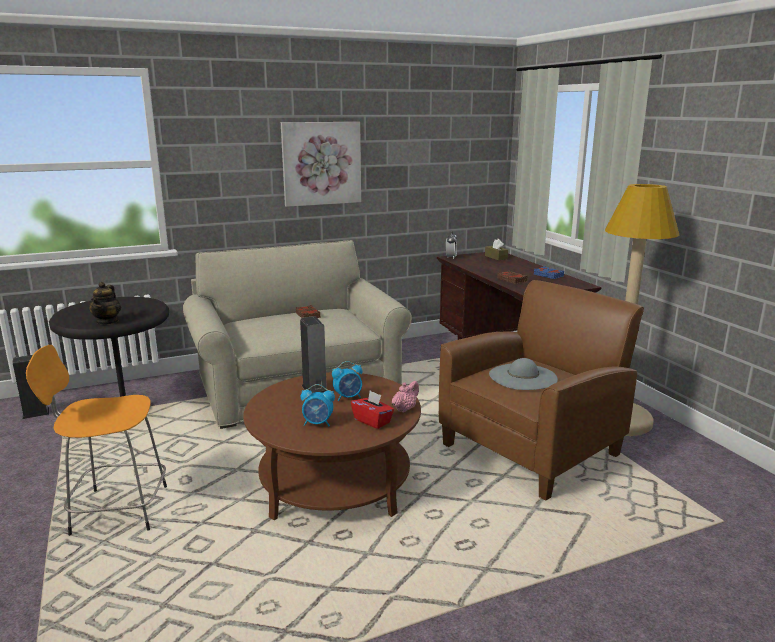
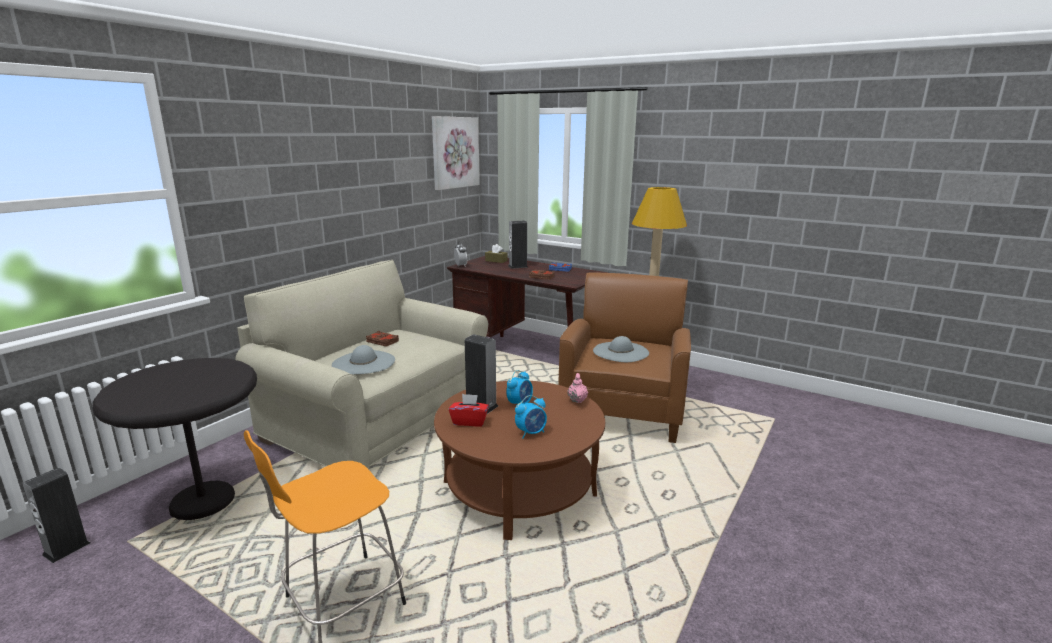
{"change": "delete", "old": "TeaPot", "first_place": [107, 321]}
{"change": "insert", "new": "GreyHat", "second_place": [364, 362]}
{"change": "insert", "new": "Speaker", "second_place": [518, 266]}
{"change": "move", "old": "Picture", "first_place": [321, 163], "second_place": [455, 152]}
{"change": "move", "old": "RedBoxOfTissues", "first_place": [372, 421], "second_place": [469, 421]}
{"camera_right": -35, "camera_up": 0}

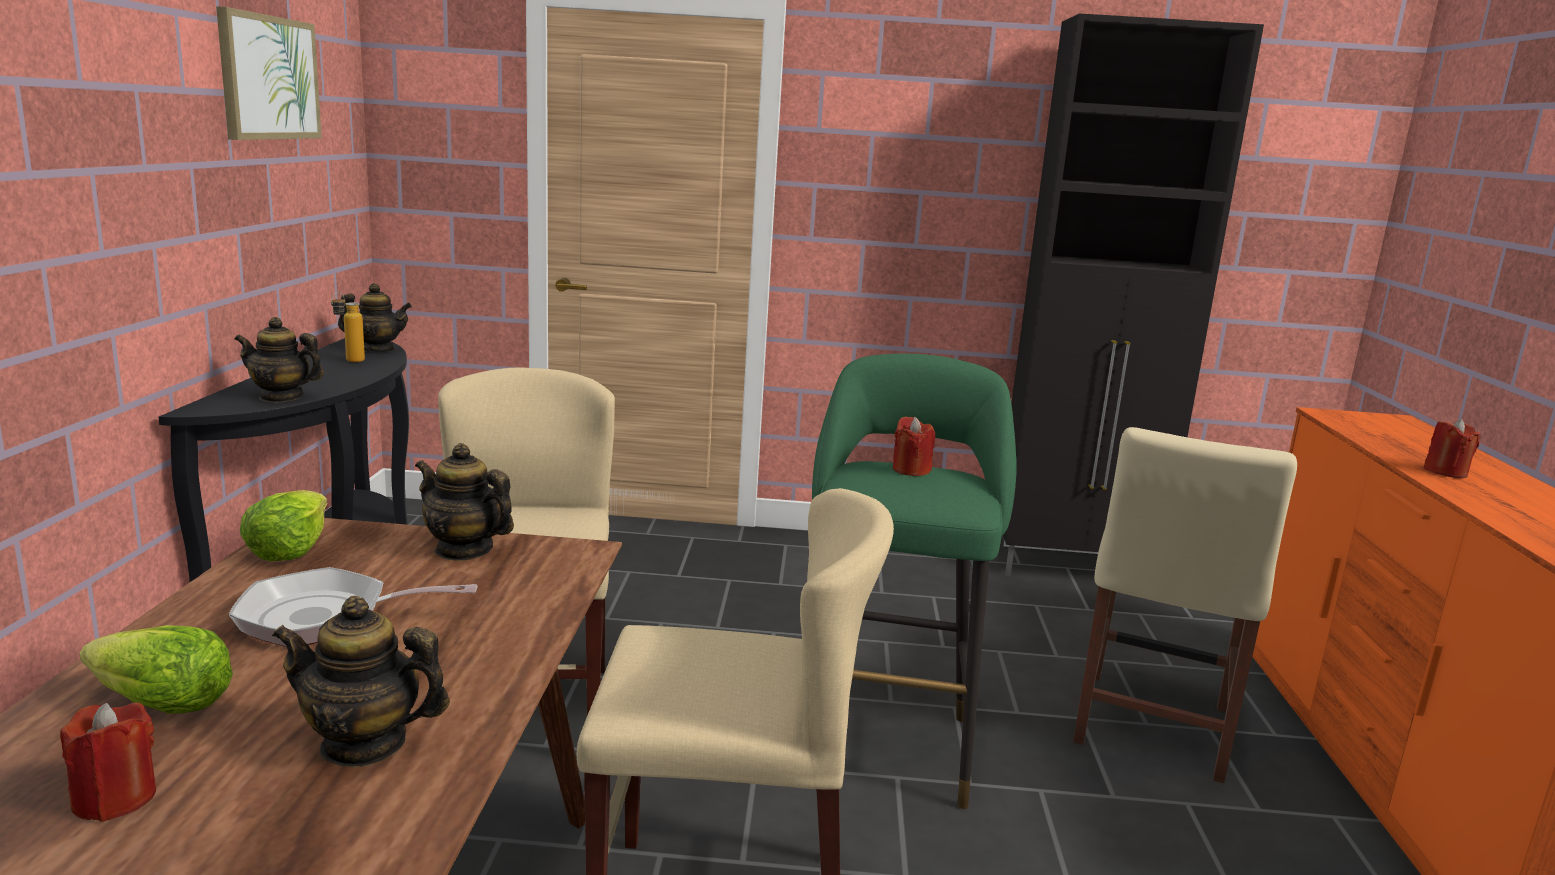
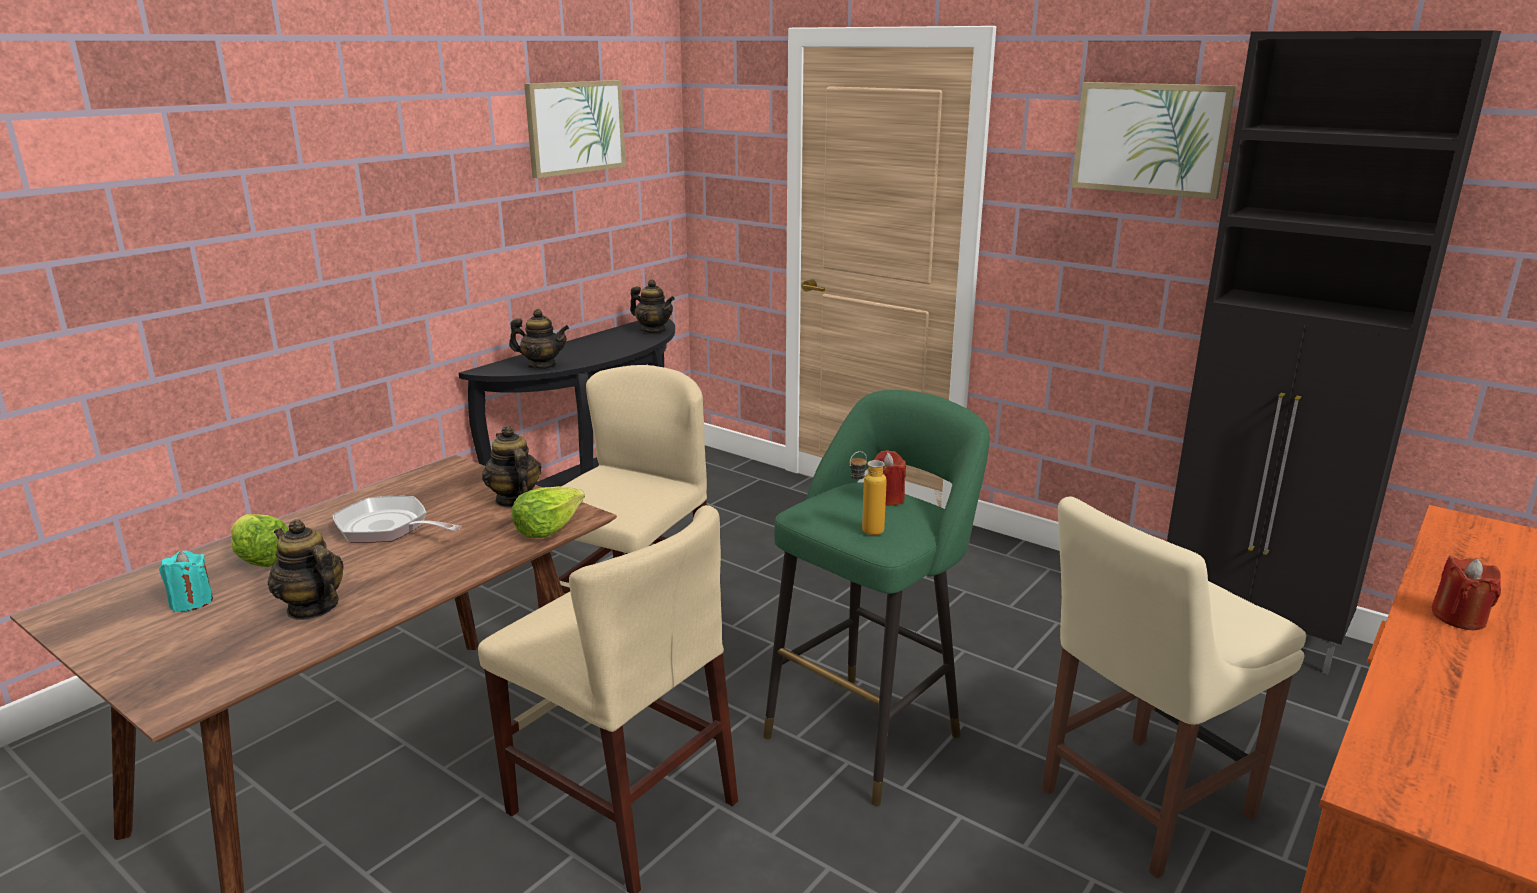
{"change": "insert", "new": "Picture", "second_place": [1150, 138]}
{"change": "move", "old": "Lettuce", "first_place": [289, 549], "second_place": [548, 528]}
{"change": "move", "old": "DrinkBottle", "first_place": [349, 361], "second_place": [865, 533]}
{"change": "recolor", "old": "RedWaxLight", "new": "BlueGreenWaxLight", "first_place": [115, 798], "second_place": [191, 602]}
{"change": "rotate", "old": "TeaPot", "first_place": [281, 397], "second_place": [542, 366], "degrees": 150}
{"camera_right": 35, "camera_up": 5}

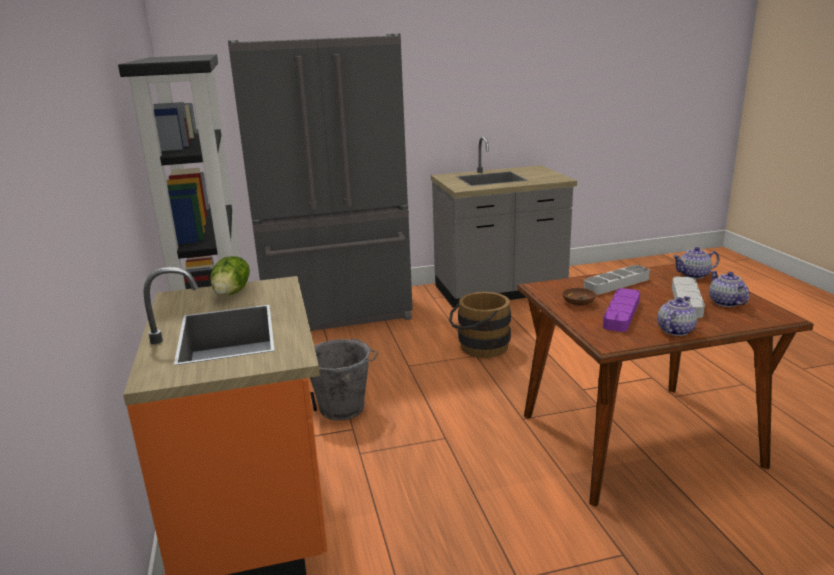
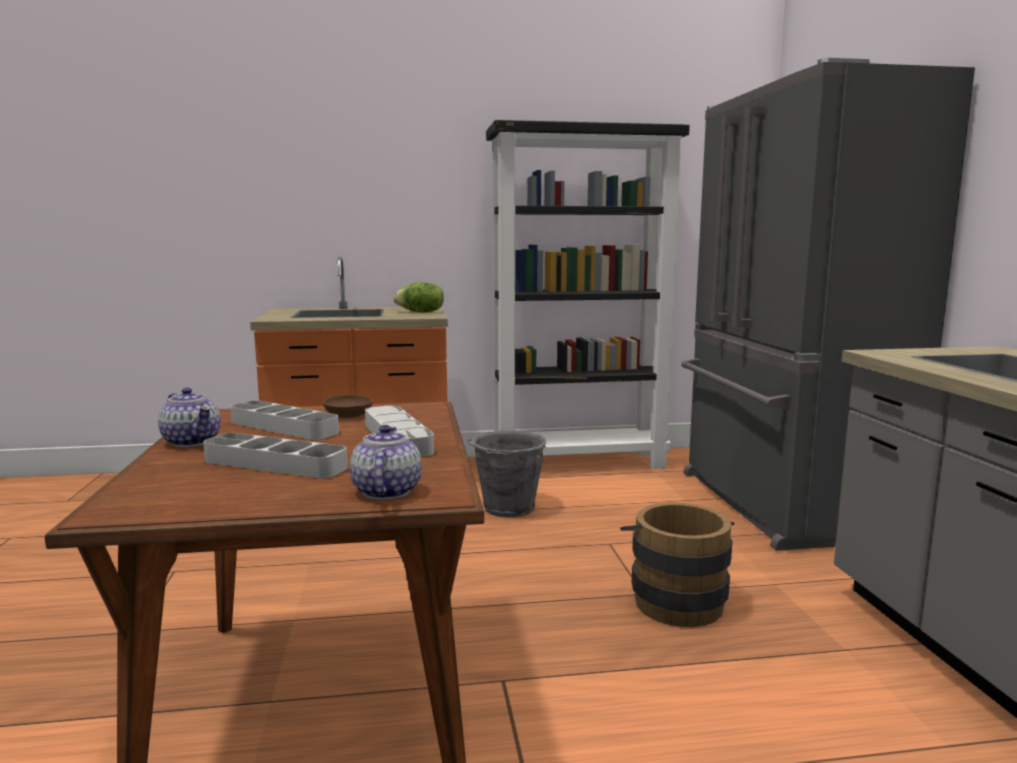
{"change": "delete", "old": "TeaPot", "first_place": [725, 303]}
{"change": "recolor", "old": "PurplishCarryingTray", "new": "GreyCarryingTray", "first_place": [621, 314], "second_place": [283, 427]}
{"camera_right": 95, "camera_up": -10}

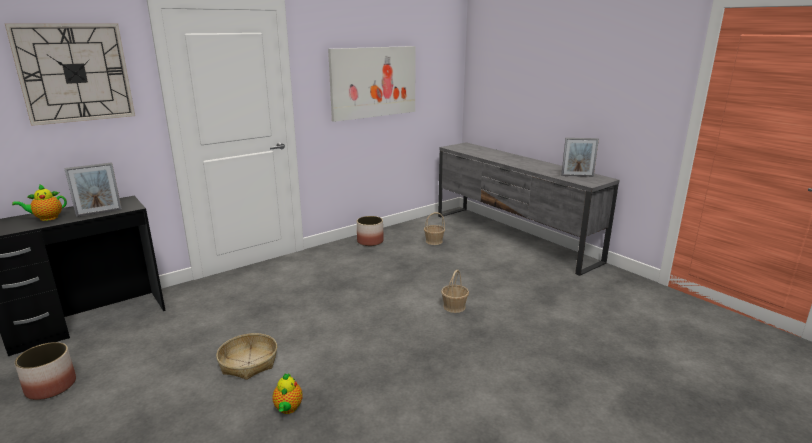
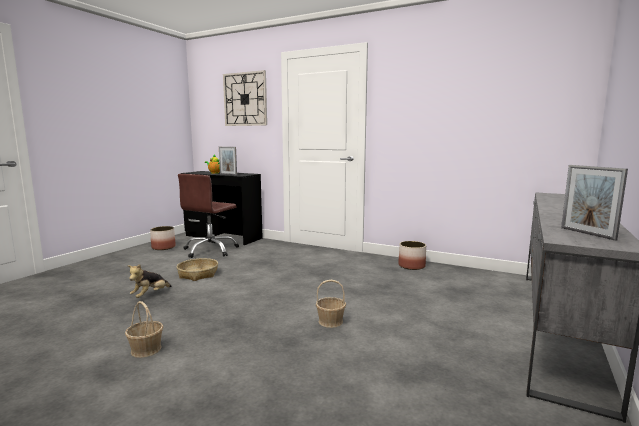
{"change": "delete", "old": "Picture", "first_place": [373, 82]}
{"change": "insert", "new": "BrownDeskChair", "second_place": [210, 250]}
{"change": "move", "old": "StorageBasket", "first_place": [434, 241], "second_place": [146, 349]}
{"change": "replace", "old": "TeaPot", "new": "PlushToy", "first_place": [288, 409], "second_place": [150, 295]}
{"camera_right": 65, "camera_up": -10}

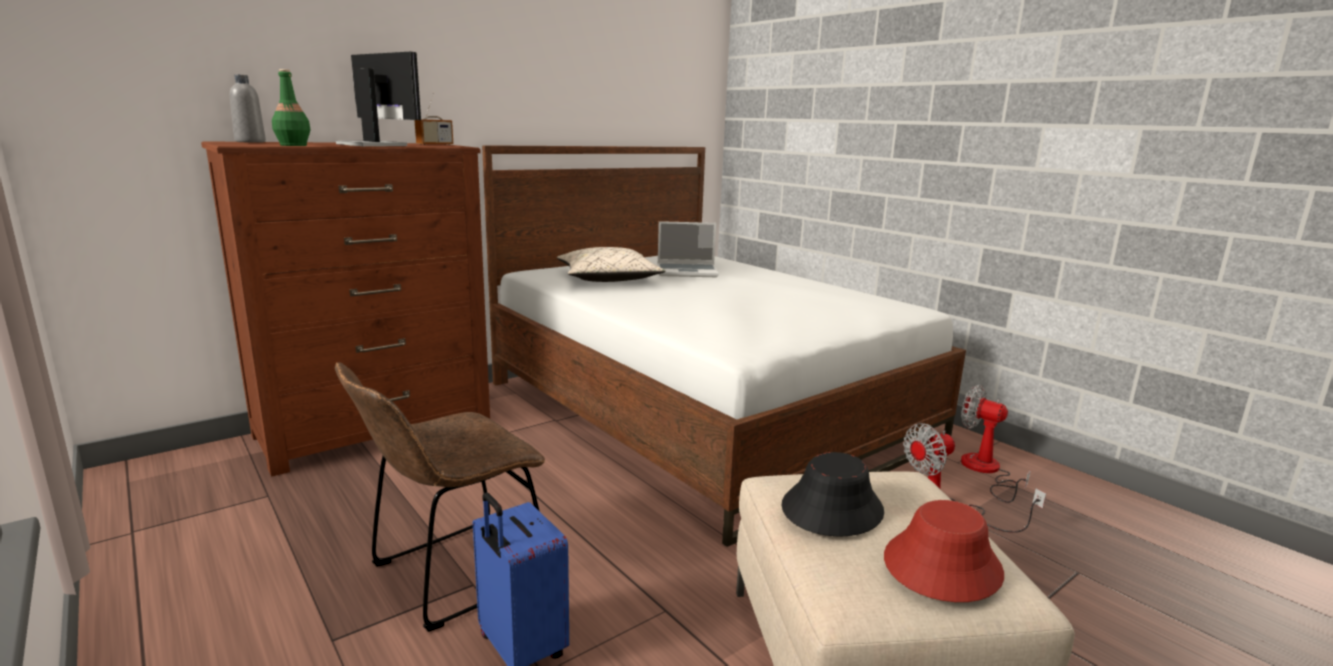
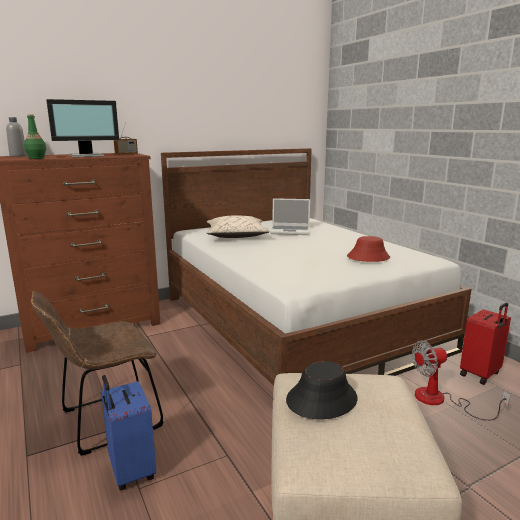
{"change": "move", "old": "RedHat", "first_place": [941, 565], "second_place": [368, 257]}
{"change": "replace", "old": "CoolingFan", "new": "RedPieceOfLuggage", "first_place": [985, 471], "second_place": [481, 374]}
{"change": "rotate", "old": "Monitor", "first_place": [374, 145], "second_place": [87, 156], "degrees": 105}
{"camera_right": 10, "camera_up": 0}

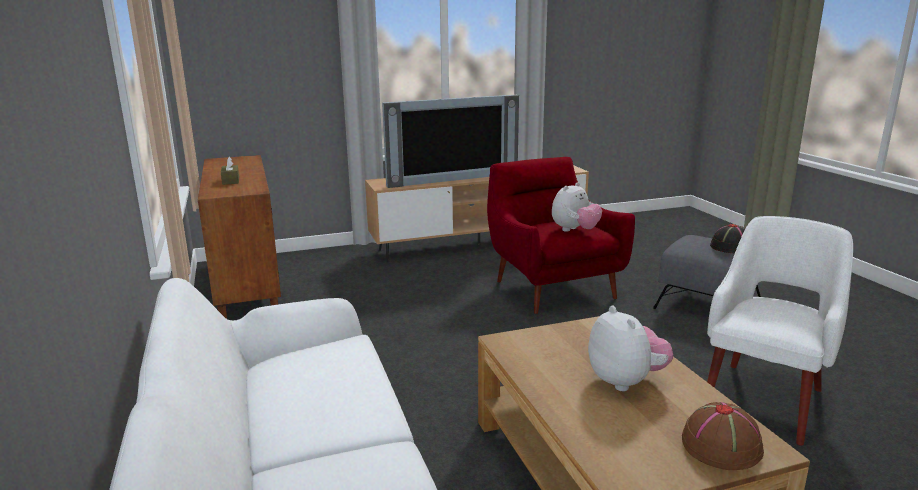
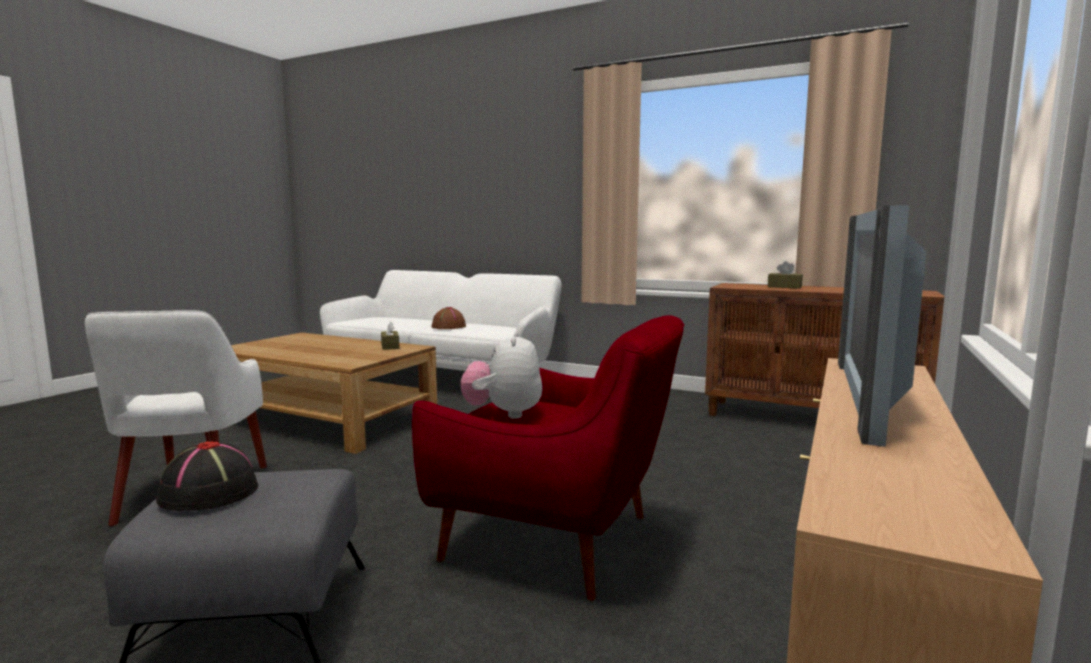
{"change": "delete", "old": "PlushToy", "first_place": [626, 381]}
{"change": "insert", "new": "BrownBoxOfTissues", "second_place": [390, 346]}
{"change": "move", "old": "BrownHat", "first_place": [721, 446], "second_place": [448, 327]}
{"camera_right": 135, "camera_up": -10}

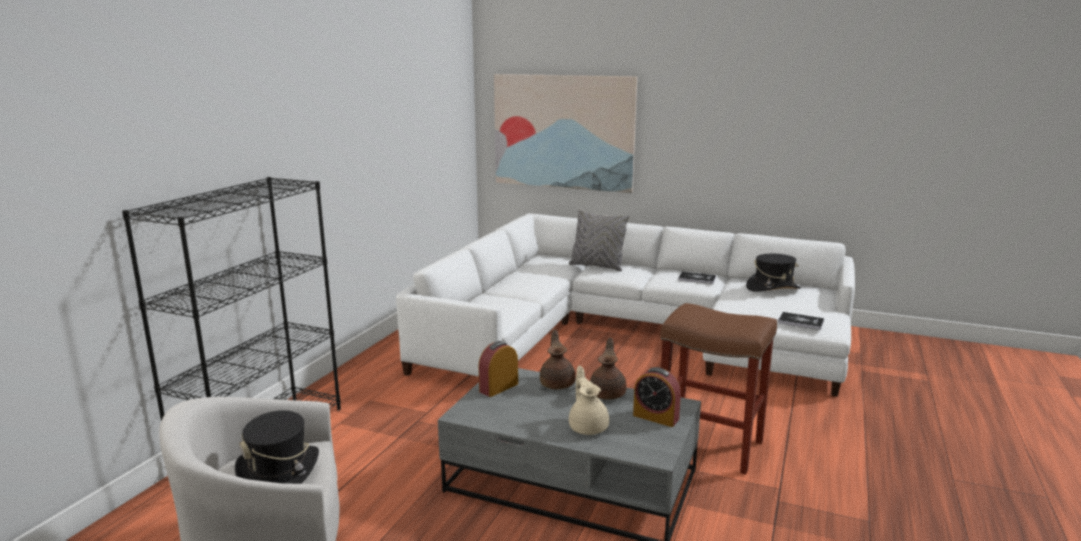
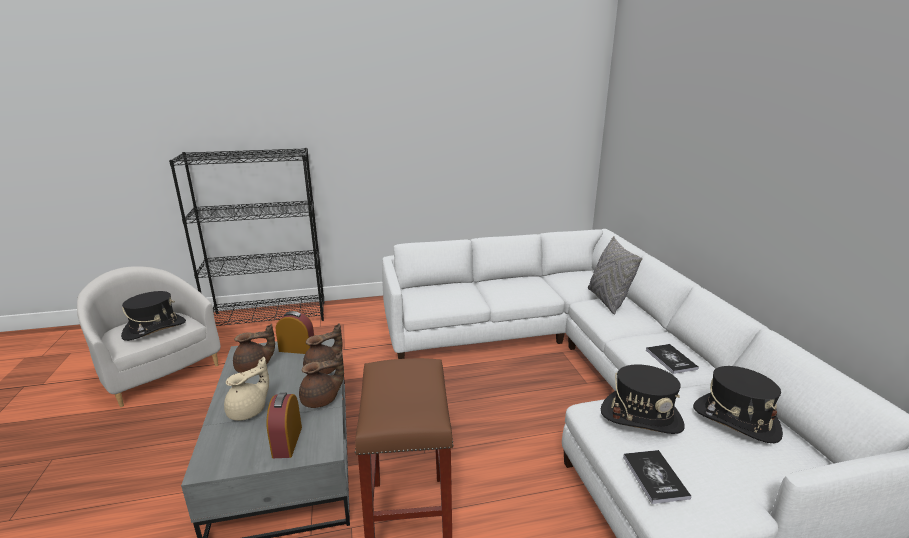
{"change": "delete", "old": "Picture", "first_place": [563, 132]}
{"change": "insert", "new": "BrownTeaPot", "second_place": [254, 367]}
{"change": "insert", "new": "BlackishHat", "second_place": [641, 417]}
{"camera_right": 55, "camera_up": 5}

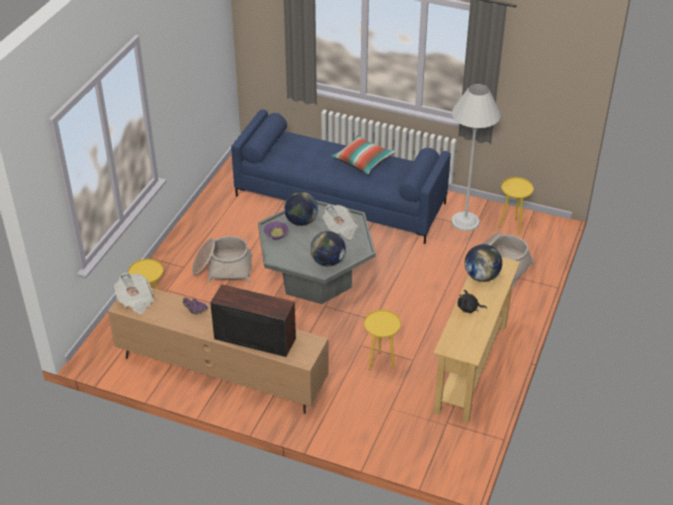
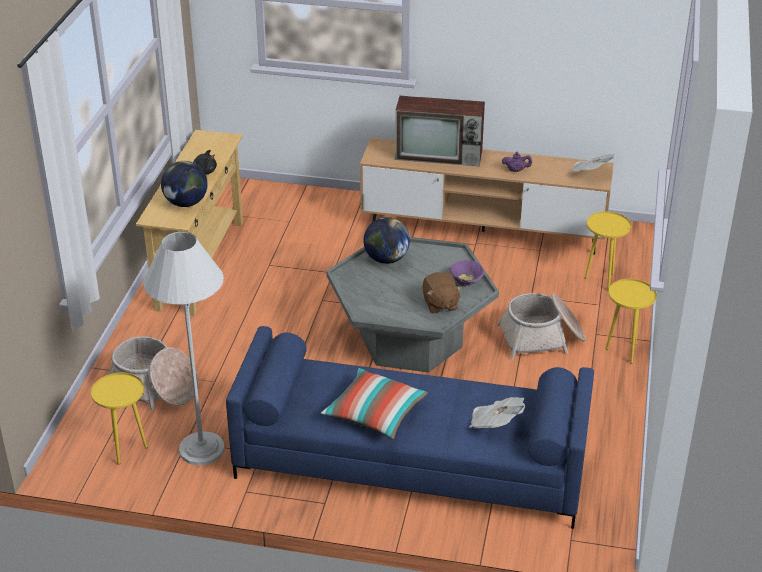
{"change": "move", "old": "Newspaper", "first_place": [340, 229], "second_place": [495, 423]}
{"change": "move", "old": "YellowColouredEndTable", "first_place": [380, 363], "second_place": [624, 351]}
{"change": "replace", "old": "Globe", "new": "BrownPlushToy", "first_place": [301, 221], "second_place": [440, 304]}
{"camera_right": 170, "camera_up": -5}

